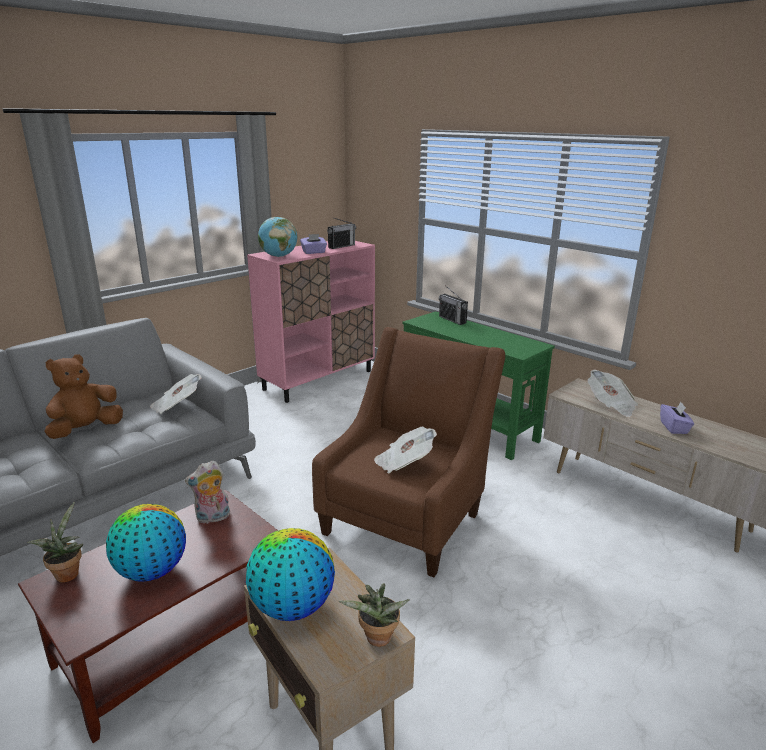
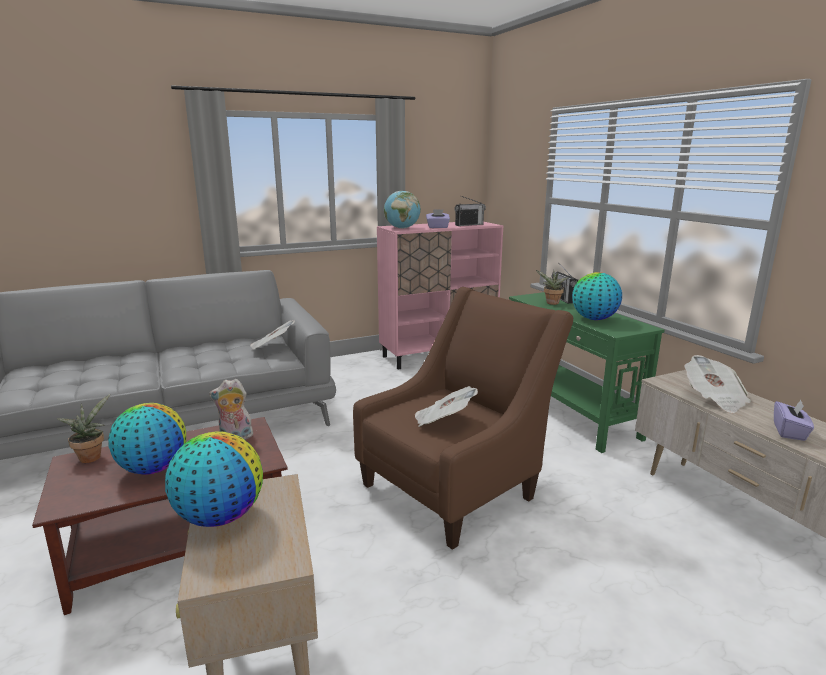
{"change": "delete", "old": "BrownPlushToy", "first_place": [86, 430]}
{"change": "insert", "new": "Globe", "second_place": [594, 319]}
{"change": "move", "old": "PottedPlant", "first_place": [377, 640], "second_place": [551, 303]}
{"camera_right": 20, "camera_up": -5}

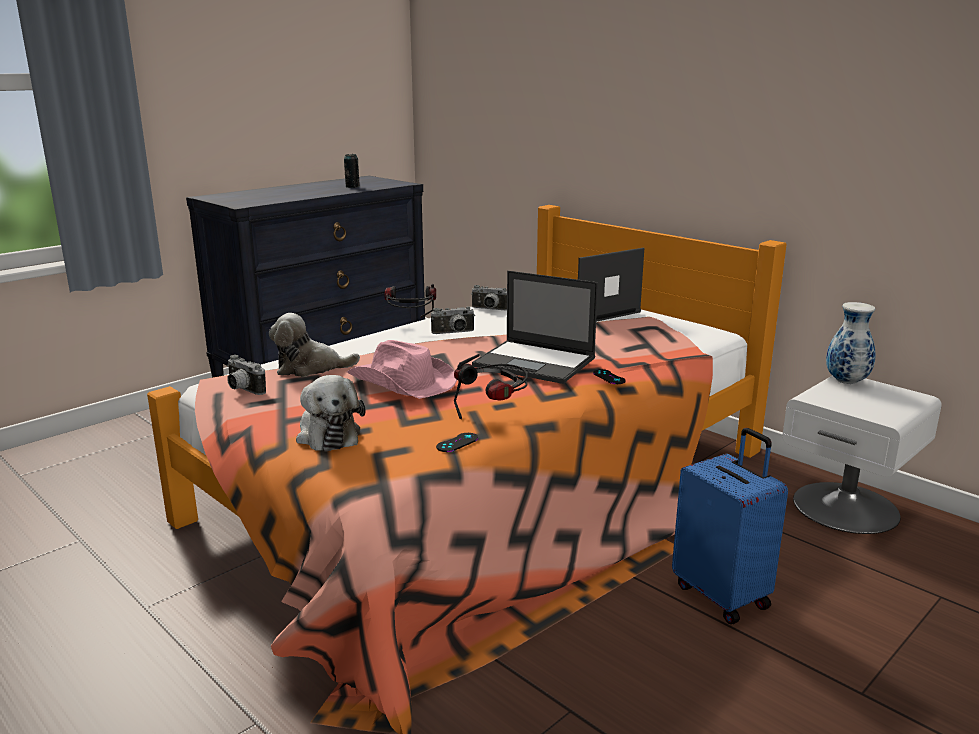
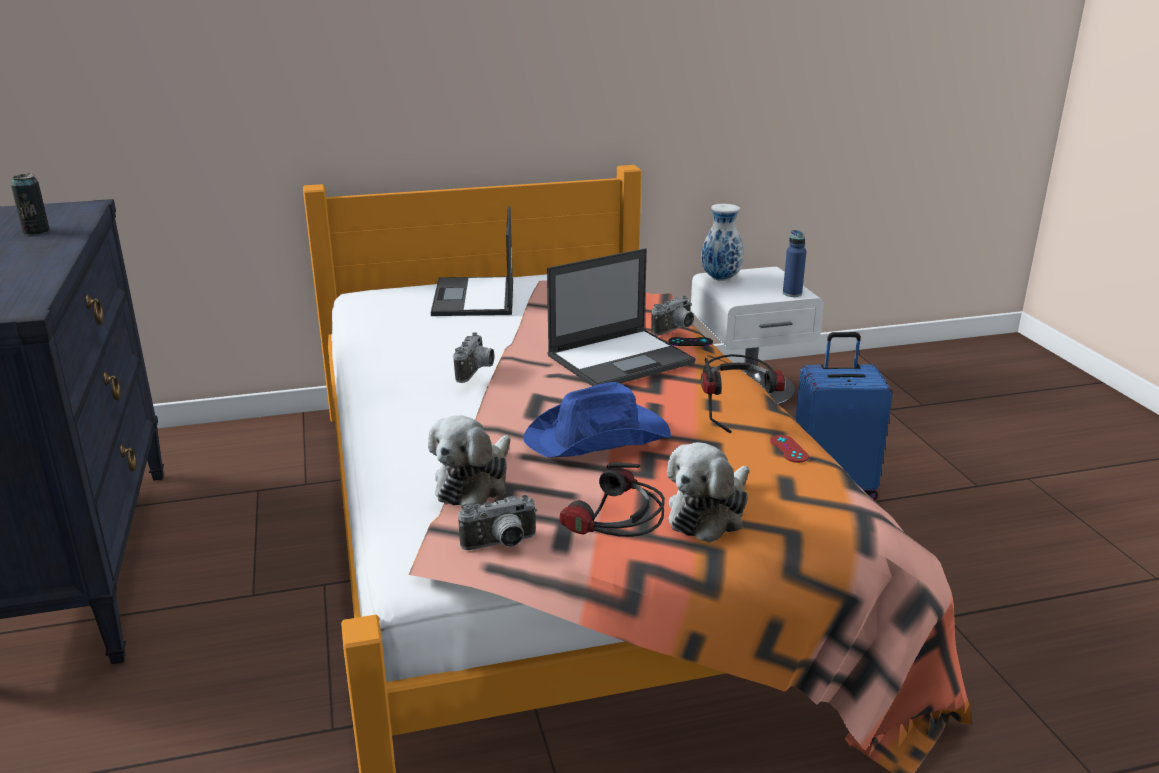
{"change": "insert", "new": "BlueColouredDrinkBottle", "second_place": [792, 294]}
{"change": "move", "old": "Headset", "first_place": [410, 324], "second_place": [615, 552]}
{"change": "move", "old": "StillCamera", "first_place": [489, 309], "second_place": [675, 330]}
{"change": "recolor", "old": "PinkishHat", "new": "BlueColouredHat", "first_place": [401, 382], "second_place": [599, 437]}
{"change": "recolor", "old": "BlackishGameController", "new": "RedGameController", "first_place": [457, 442], "second_place": [789, 449]}
{"change": "rotate", "old": "PlushToy", "first_place": [328, 434], "second_place": [709, 513], "degrees": 120}
{"camera_right": -60, "camera_up": 5}

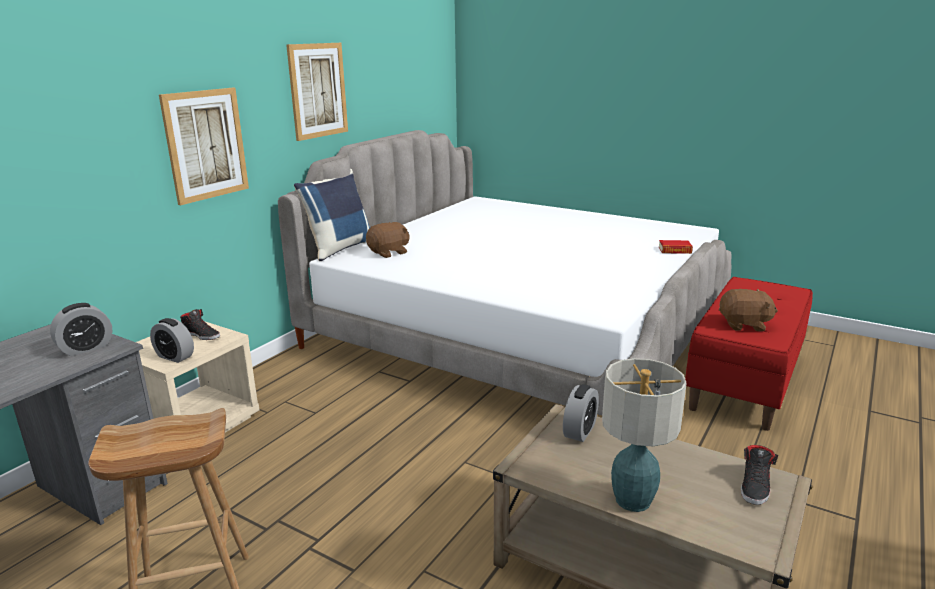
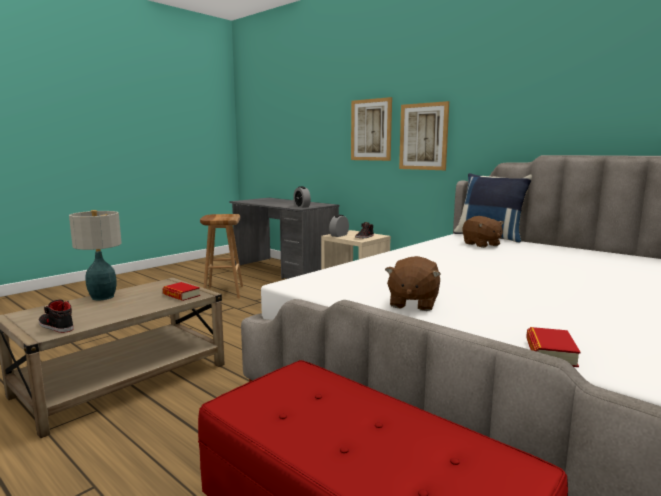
{"change": "move", "old": "Picture", "first_place": [318, 90], "second_place": [371, 130]}
{"change": "move", "old": "BrownPlushToy", "first_place": [744, 325], "second_place": [412, 303]}
{"change": "replace", "old": "TableClock", "new": "Book", "first_place": [580, 431], "second_place": [181, 295]}
{"camera_right": 100, "camera_up": -10}

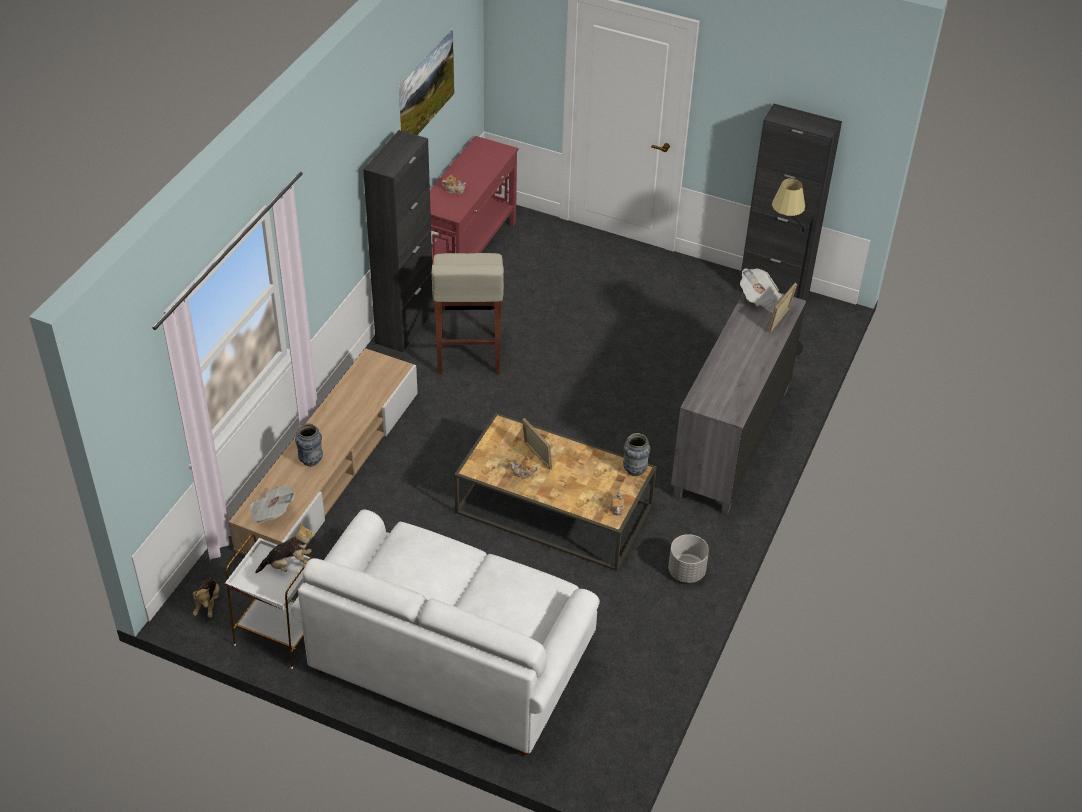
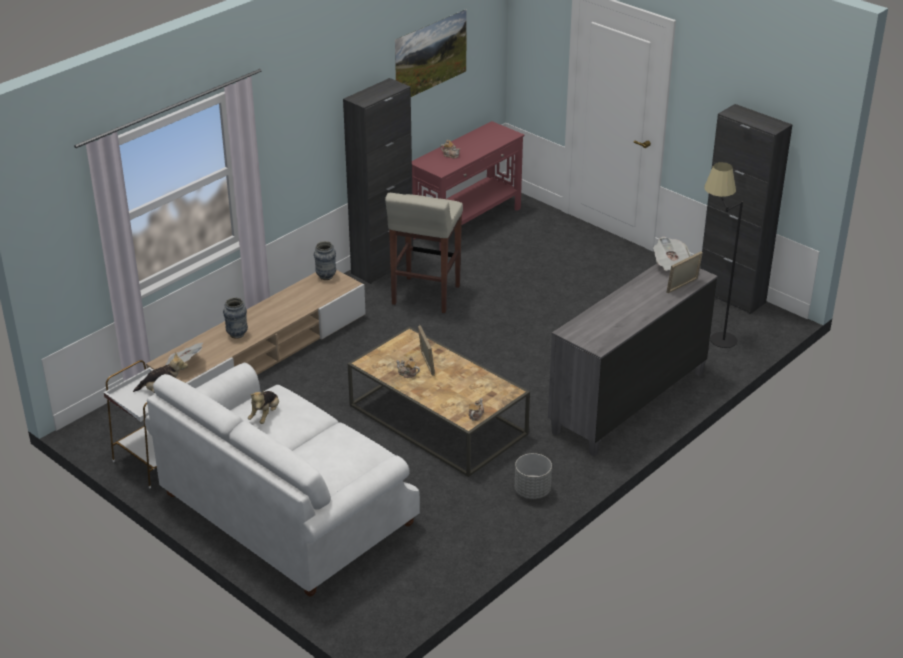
{"change": "move", "old": "PlushToy", "first_place": [208, 604], "second_place": [265, 415]}
{"change": "move", "old": "Vase", "first_place": [634, 470], "second_place": [326, 276]}
{"camera_right": 20, "camera_up": -10}

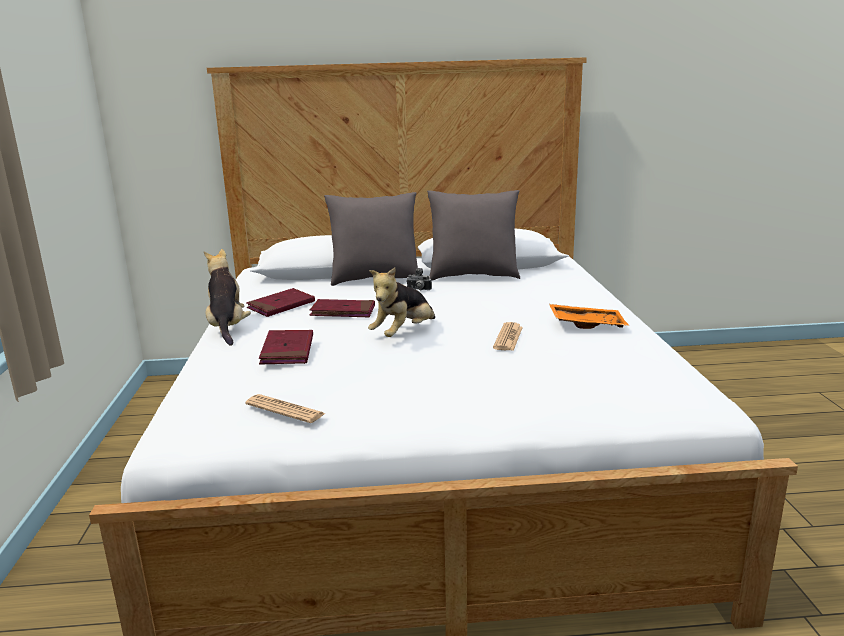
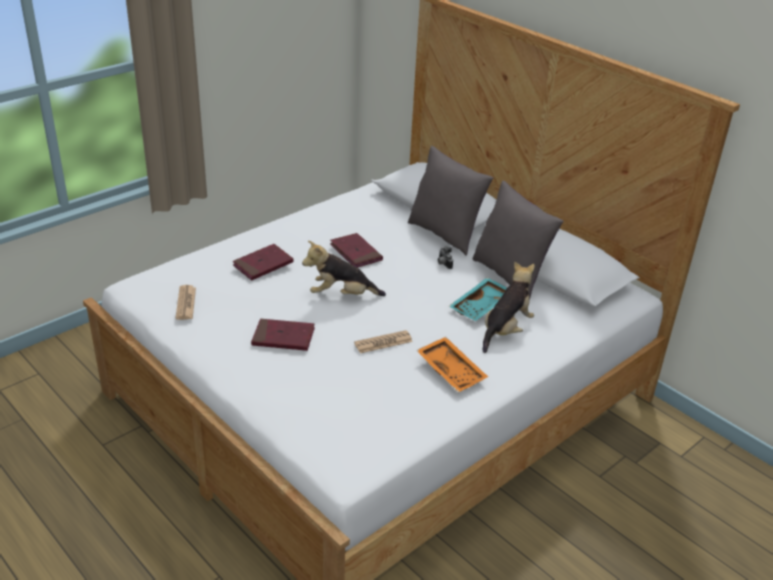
{"change": "insert", "new": "BlueGreenCarryingTray", "second_place": [481, 306]}
{"change": "move", "old": "PlushToy", "first_place": [227, 327], "second_place": [505, 330]}
{"change": "move", "old": "RedBook", "first_place": [281, 306], "second_place": [283, 337]}
{"camera_right": 50, "camera_up": 15}

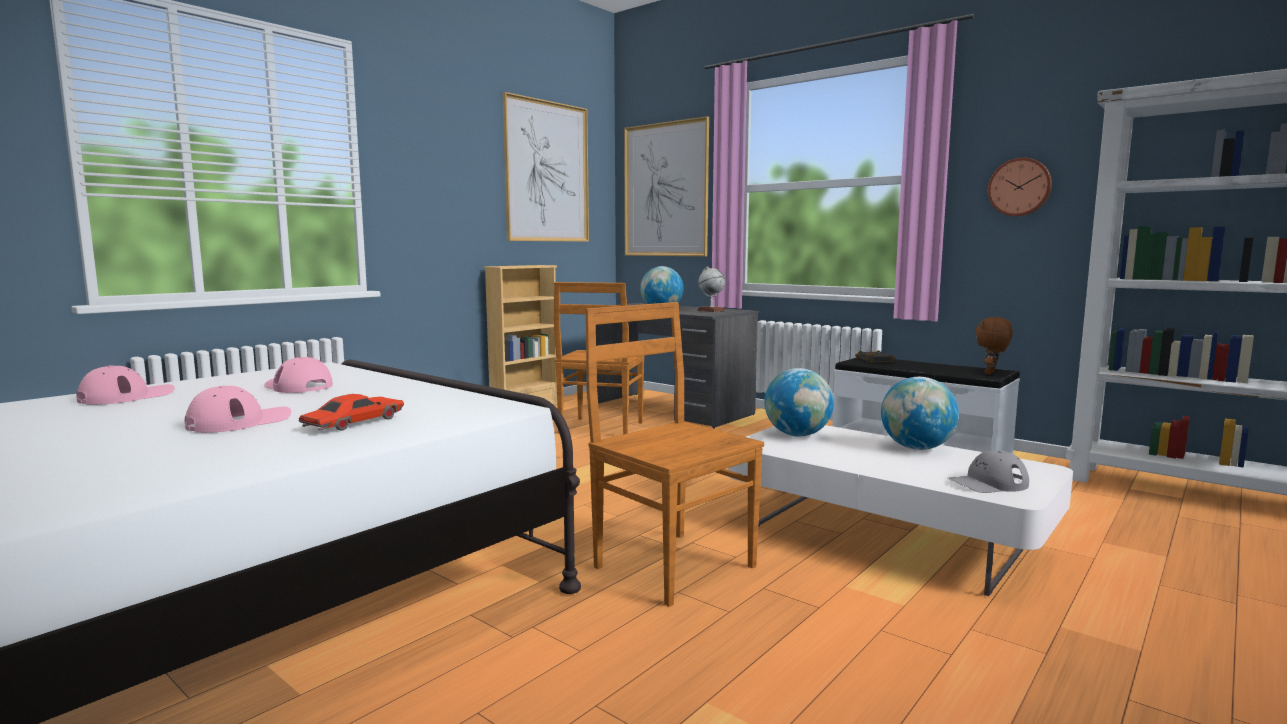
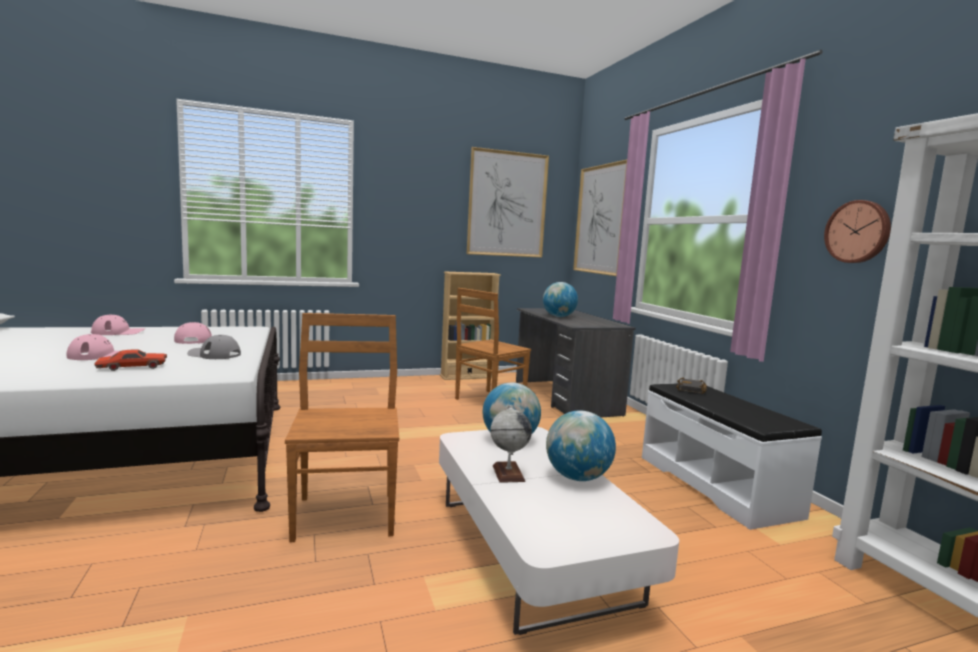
{"change": "delete", "old": "BrownPlushToy", "first_place": [991, 373]}
{"change": "move", "old": "Globe", "first_place": [711, 310], "second_place": [508, 473]}
{"change": "move", "old": "GreyCap", "first_place": [988, 483], "second_place": [214, 354]}
{"camera_right": 30, "camera_up": 0}

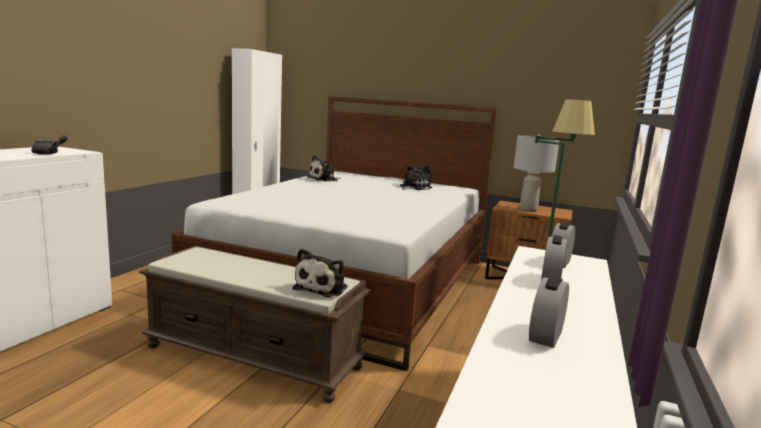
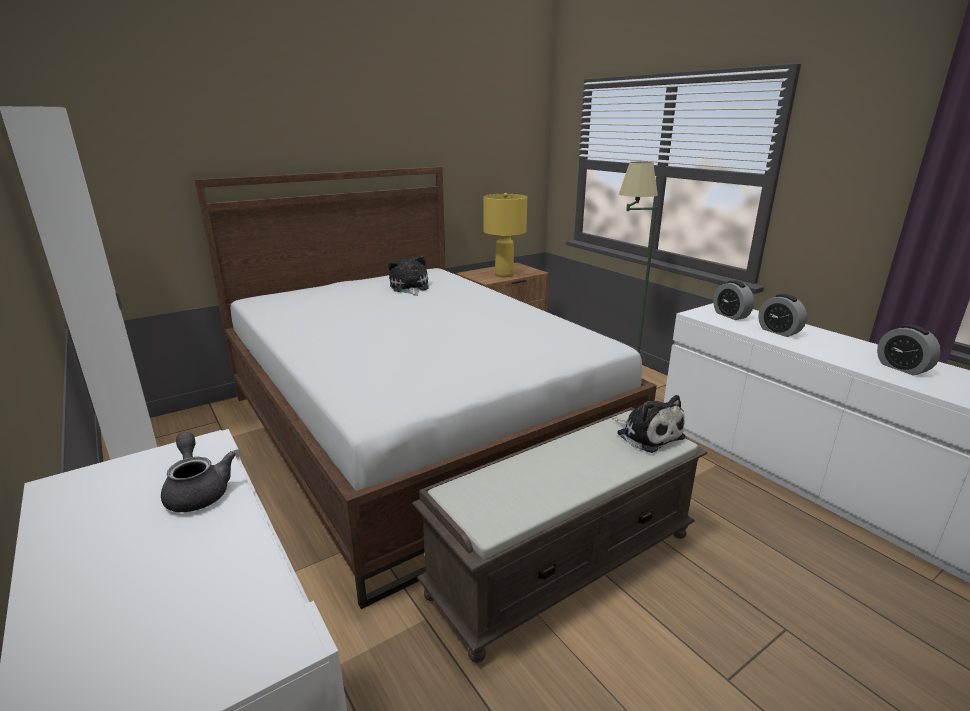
{"change": "delete", "old": "PlushToy", "first_place": [324, 179]}
{"change": "recolor", "old": "GreyLampForATable", "new": "YellowColouredLampForATable", "first_place": [528, 210], "second_place": [504, 275]}
{"camera_right": -55, "camera_up": 10}

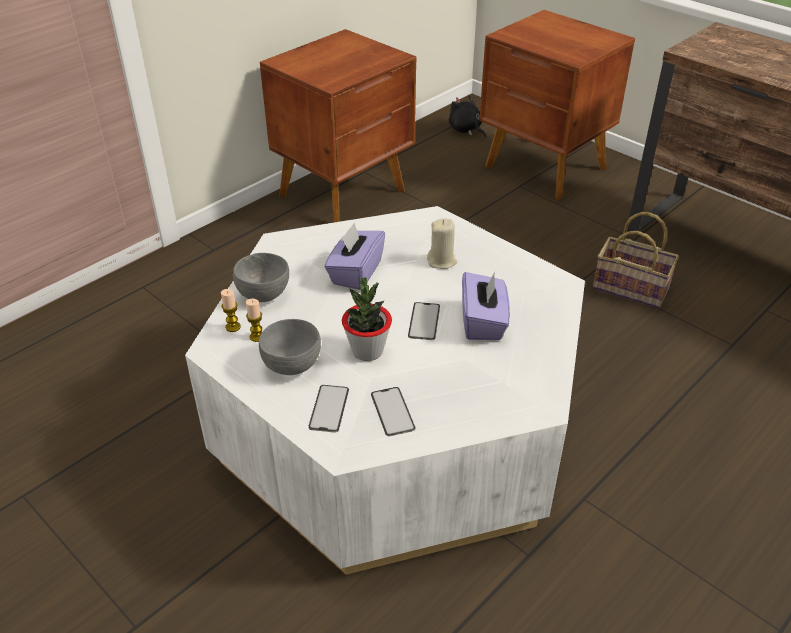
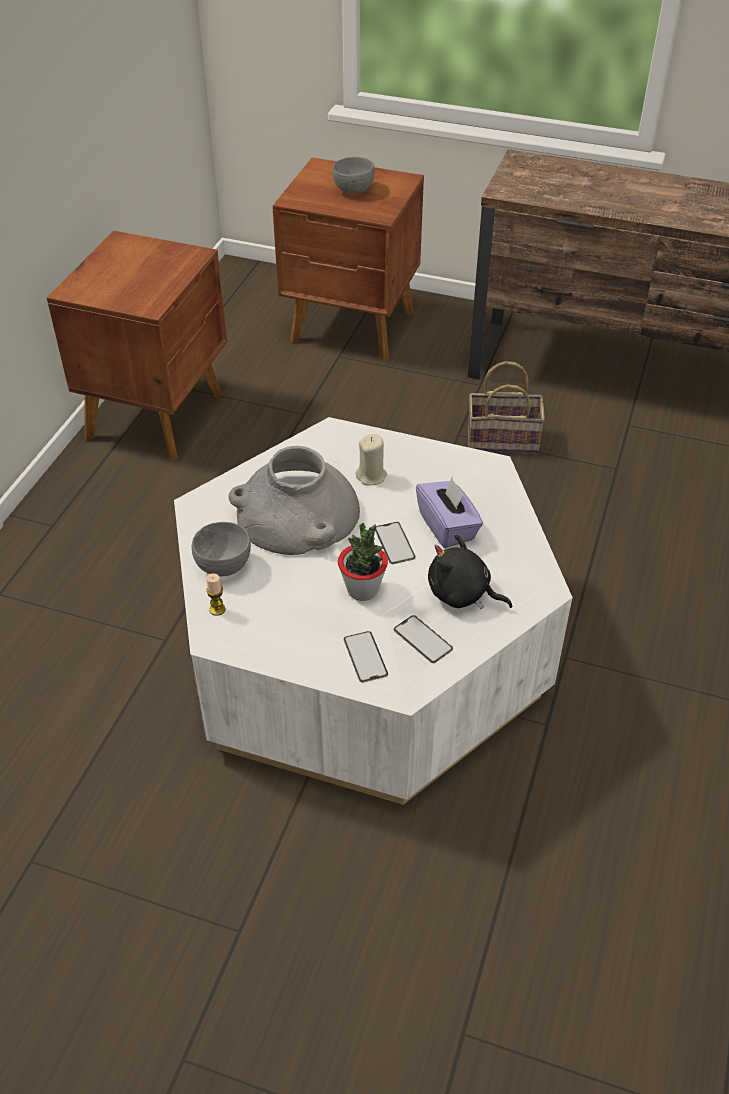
{"change": "delete", "old": "WaxLight", "first_place": [257, 336]}
{"change": "move", "old": "GreyServingBowl", "first_place": [292, 366], "second_place": [354, 190]}
{"change": "move", "old": "BlackishPlushToy", "first_place": [466, 130], "second_place": [462, 594]}
{"change": "replace", "old": "PurplishBoxOfTissues", "new": "GreyVase", "first_place": [355, 273], "second_place": [298, 514]}
{"camera_right": -25, "camera_up": 5}

